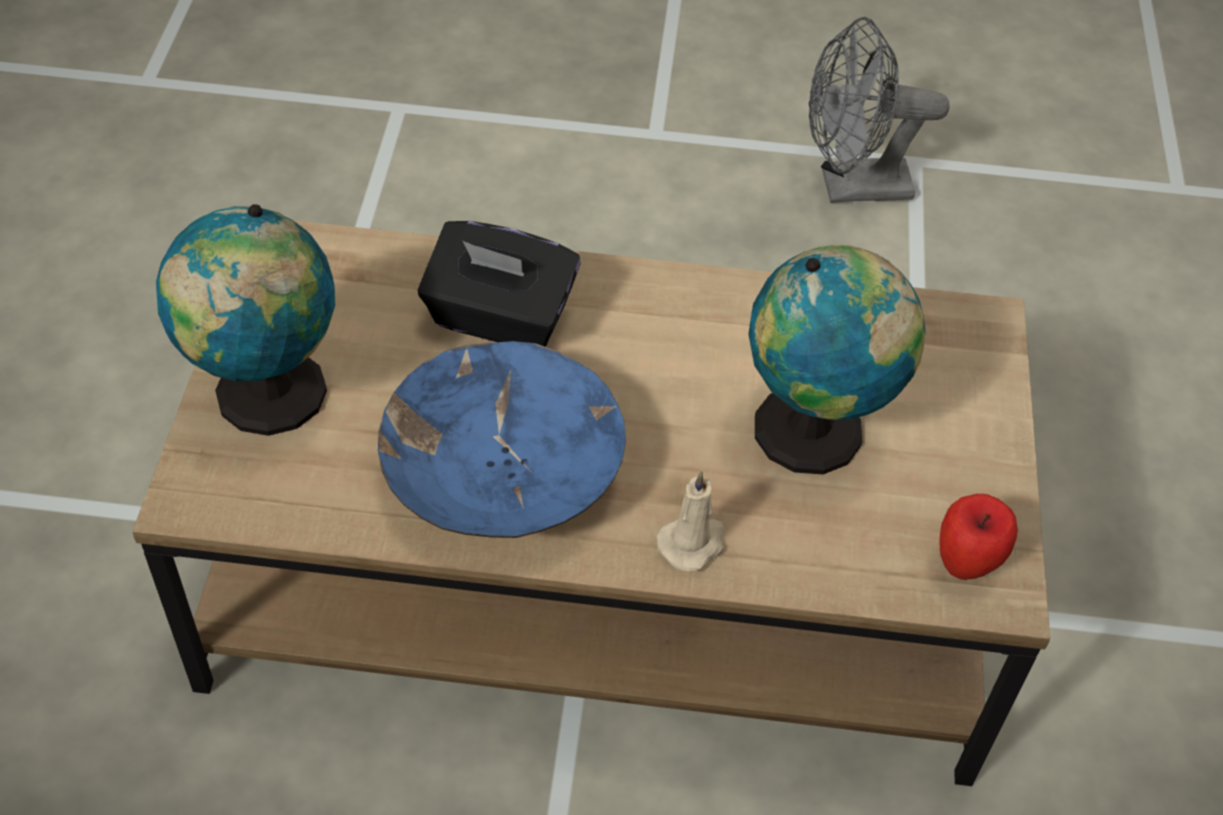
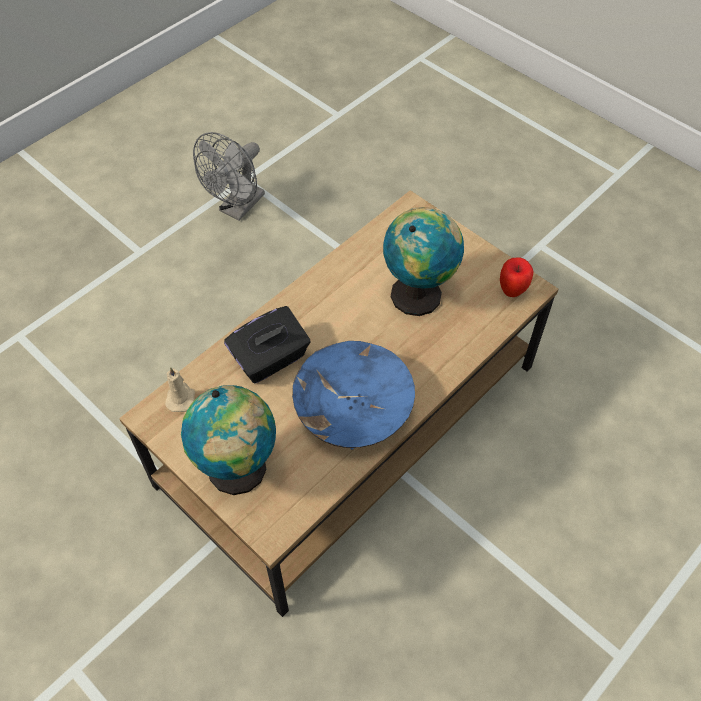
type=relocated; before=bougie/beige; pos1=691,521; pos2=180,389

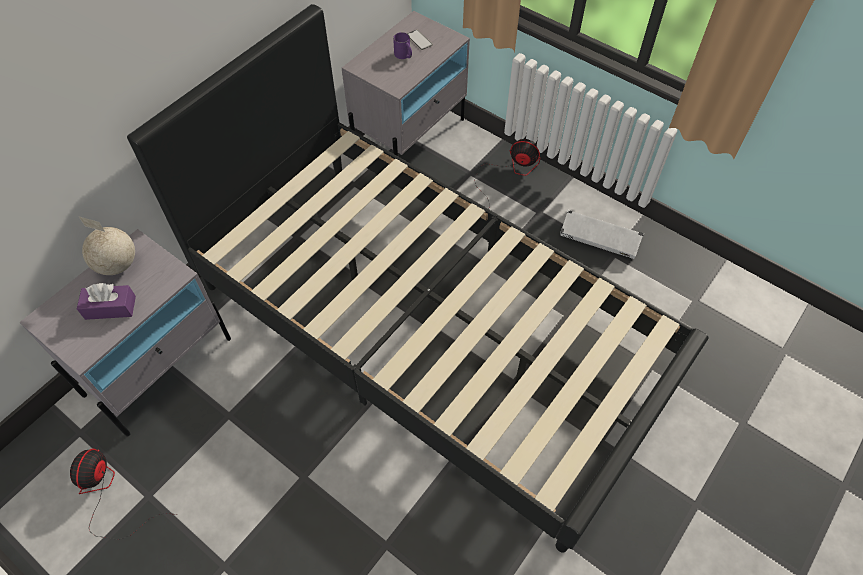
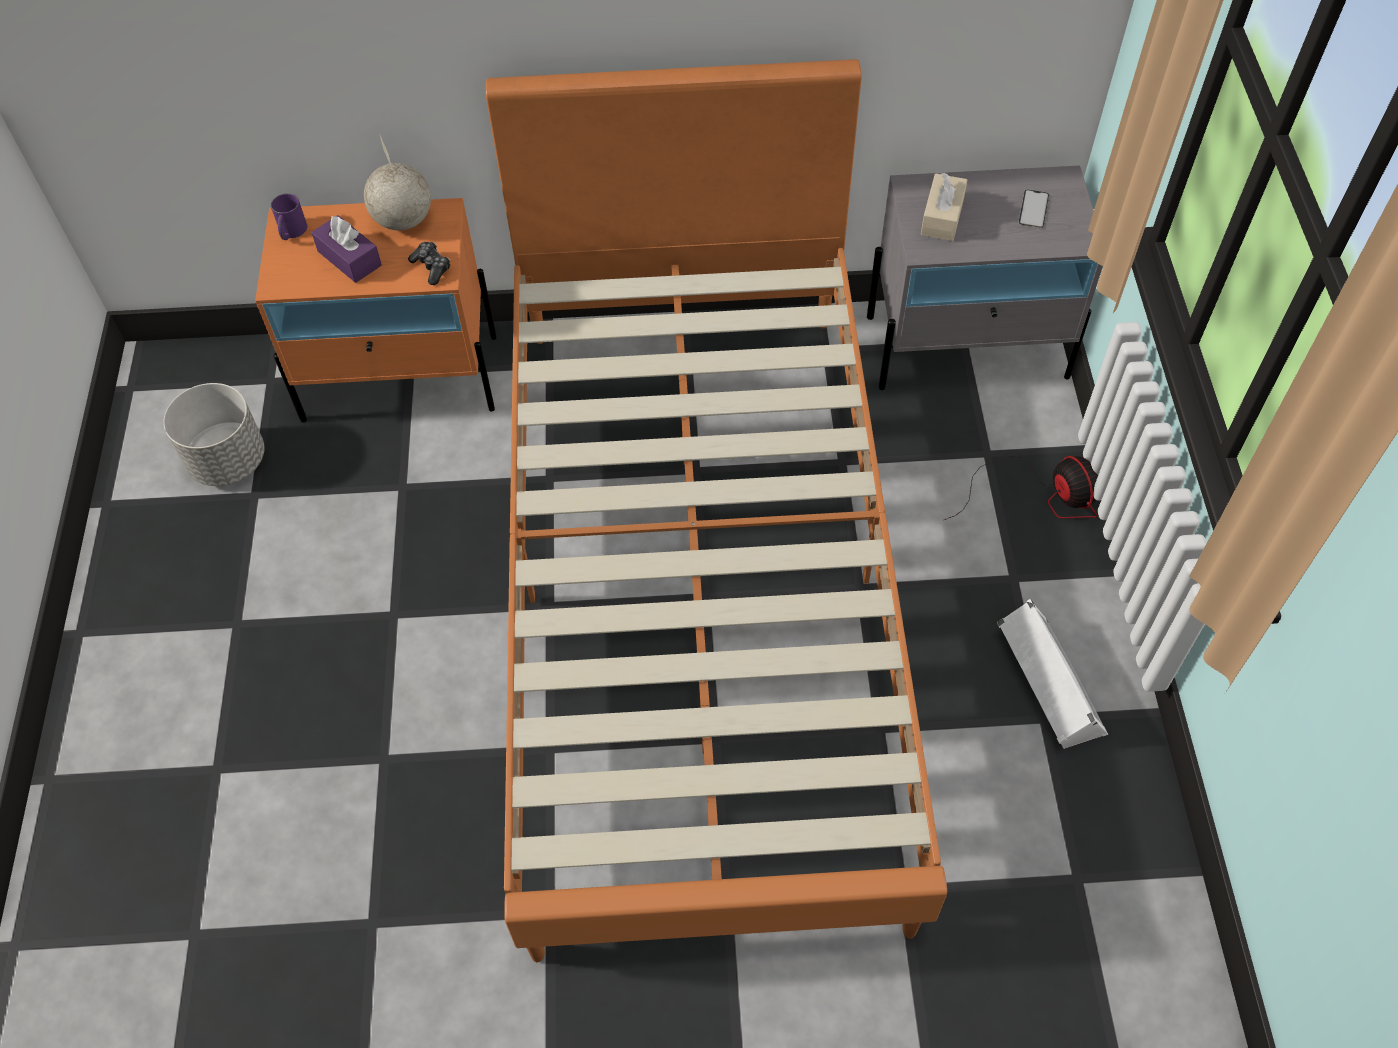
type=colour; before=table de chevet/gris; after=table de chevet/orange; pos1=125,333; pos2=376,310
type=exchanged; before=ventilateur; after=cache-pot/gris; pos1=124,494; pos2=214,434
type=colour; before=lit/noir; after=lit/orange; pos1=418,278; pos2=716,510
type=relocated; before=mug/violet; pos1=402,45; pos2=289,217
type=appeared; after=manette; pos2=429,263
type=appeared; after=boîte à mouchoirs/beige; pos2=944,207

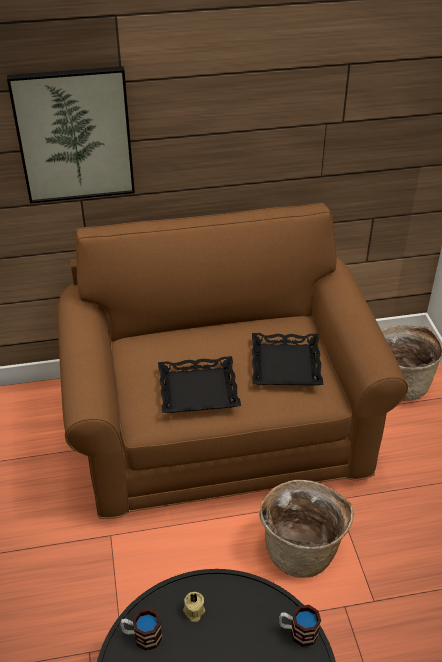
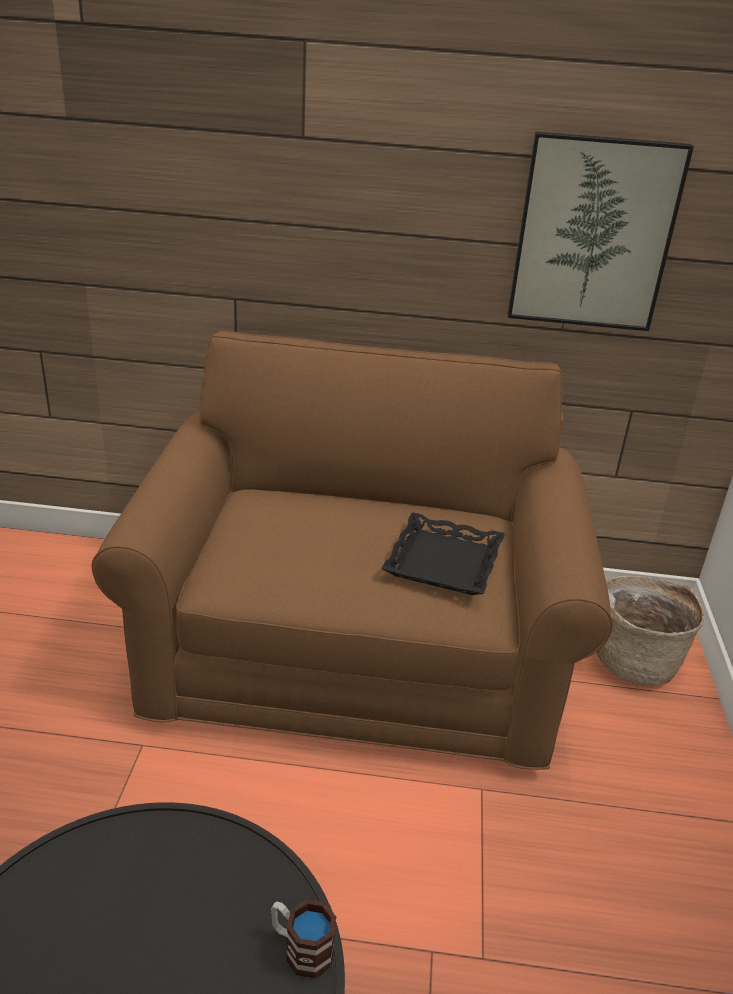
type=relocated; before=tableau; pos1=71,134; pos2=601,231
type=missing; before=mug; pos1=141,629
type=missing; before=plateau/noir; pos1=199,384
type=missing; before=bougie/beige; pos1=194,607
type=missing; before=panier; pos1=306,529

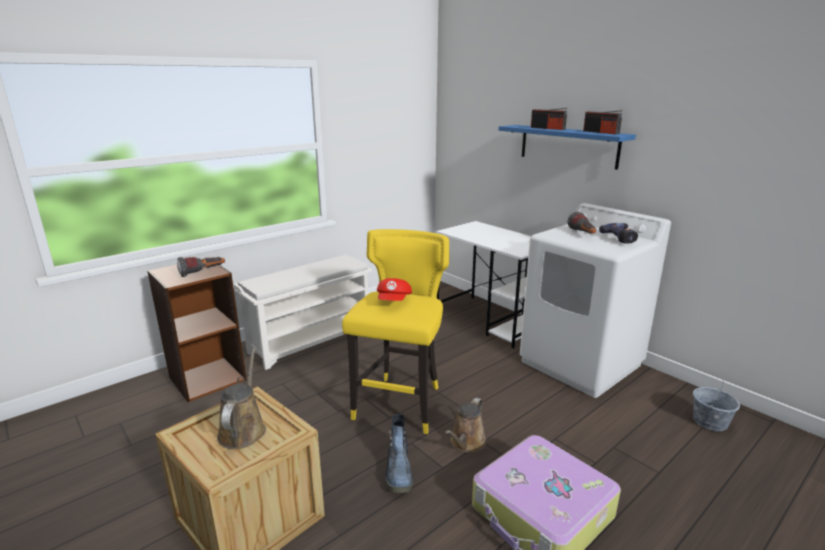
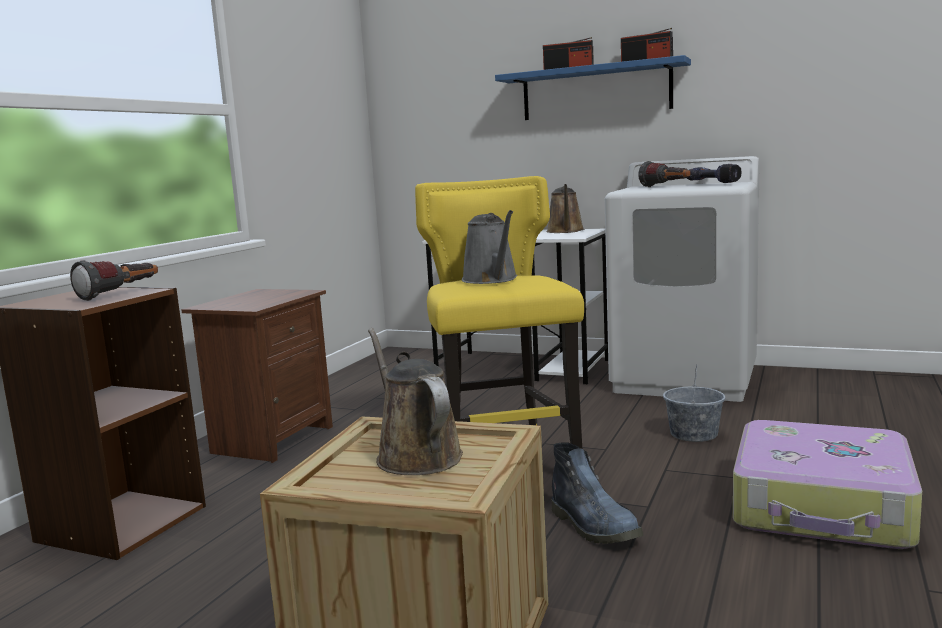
type=exchanged; before=étagère à chaussures/blanc; after=table de chevet/marron; pos1=303,312; pos2=257,376
type=exchanged; before=casquette/rouge; after=arrosoir/gris; pos1=394,289; pos2=489,247
type=relocated; before=arrosoir/marron; pos1=466,425; pos2=565,208
type=relocated; before=seau/gris; pos1=716,405; pos2=694,403

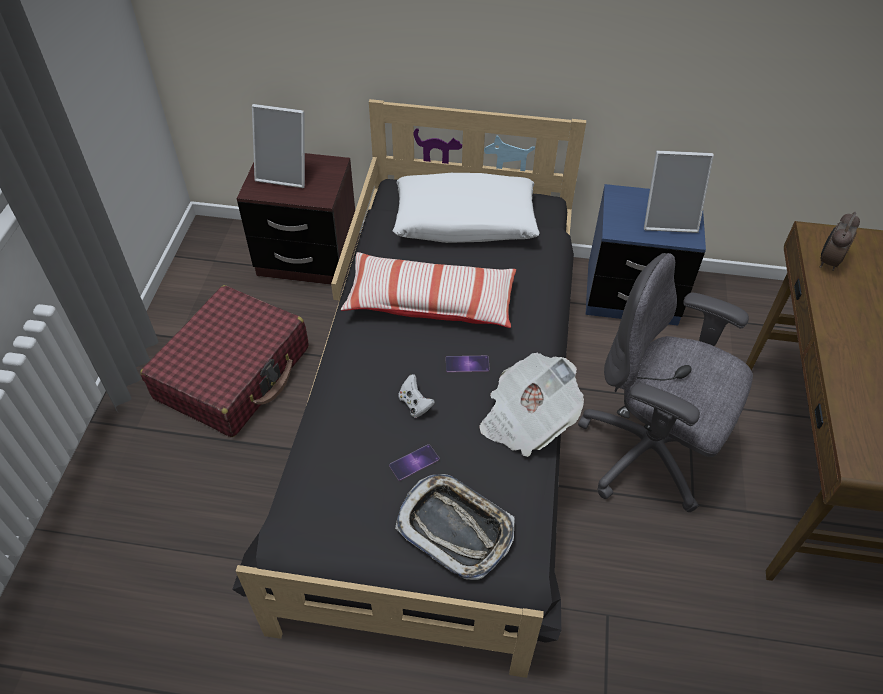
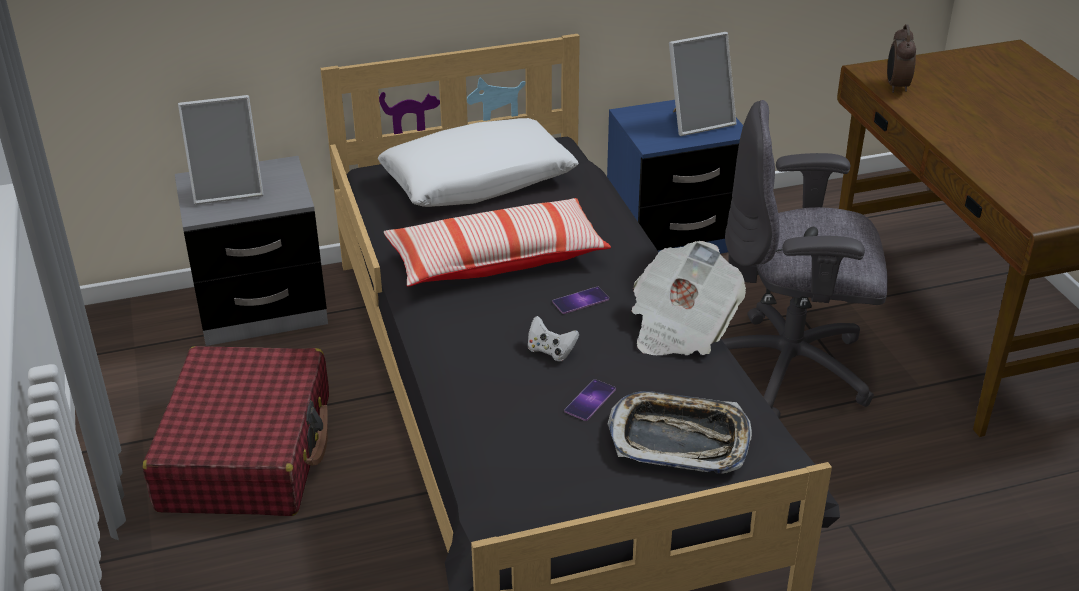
type=colour; before=table de chevet/marron; after=table de chevet/gris; pos1=297,219; pos2=251,251

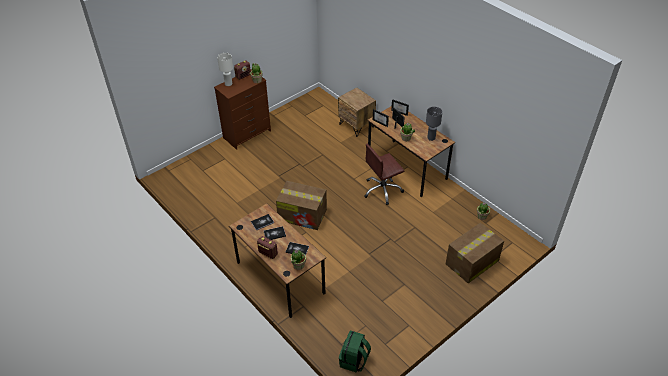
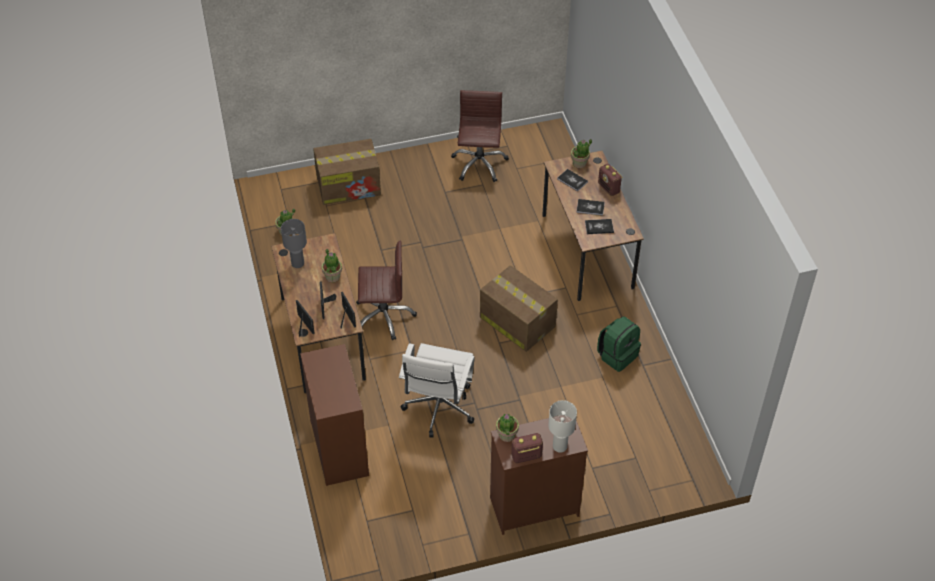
type=exchanged; before=table de chevet/marron; after=commode/marron; pos1=357,112; pos2=334,415
type=relocated; before=sac à dos/vert; pos1=355,352; pos2=619,344
type=appeared; after=chaise de bureau/blanc; pos2=437,390
type=appeared; after=chaise de bureau/marron; pos2=480,136

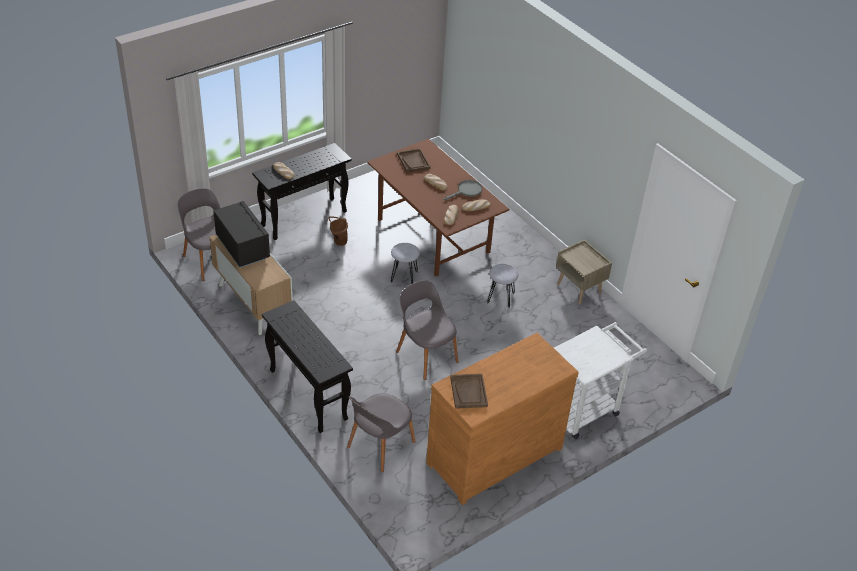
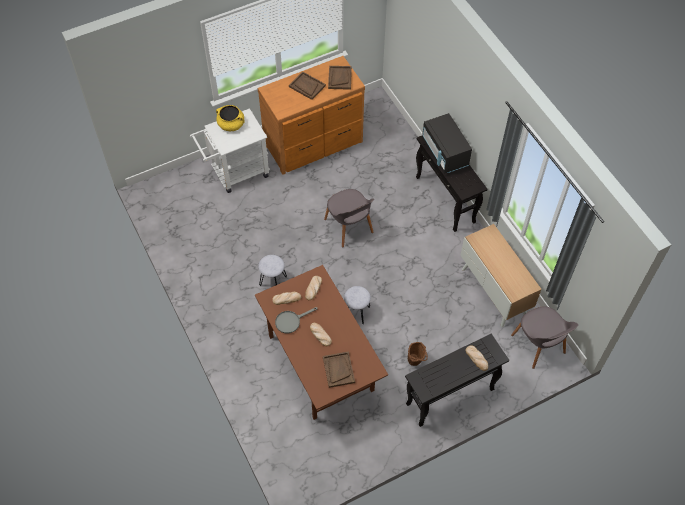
type=relocated; before=micro-ondes/noir; pos1=241,234; pos2=447,143
type=missing; before=chaise/gris; pos1=381,432
type=missing; before=table de chevet/beige; pos1=584,272
type=appeared; after=marmite/jaune; pos2=230,118
type=appeared; after=plateau/marron; pos2=307,85

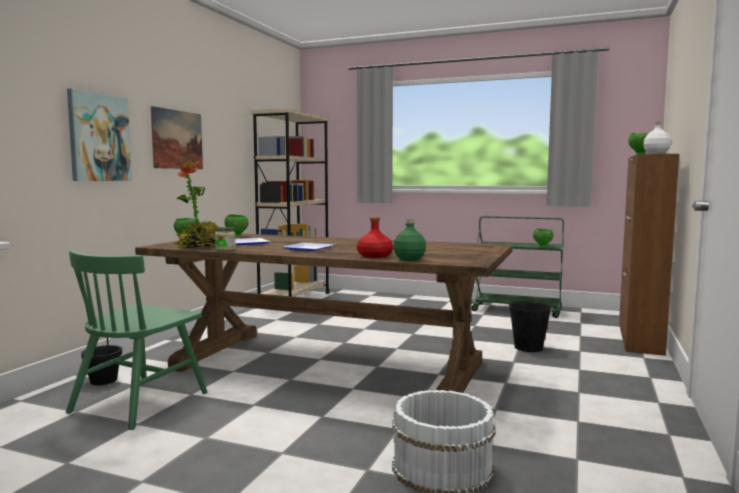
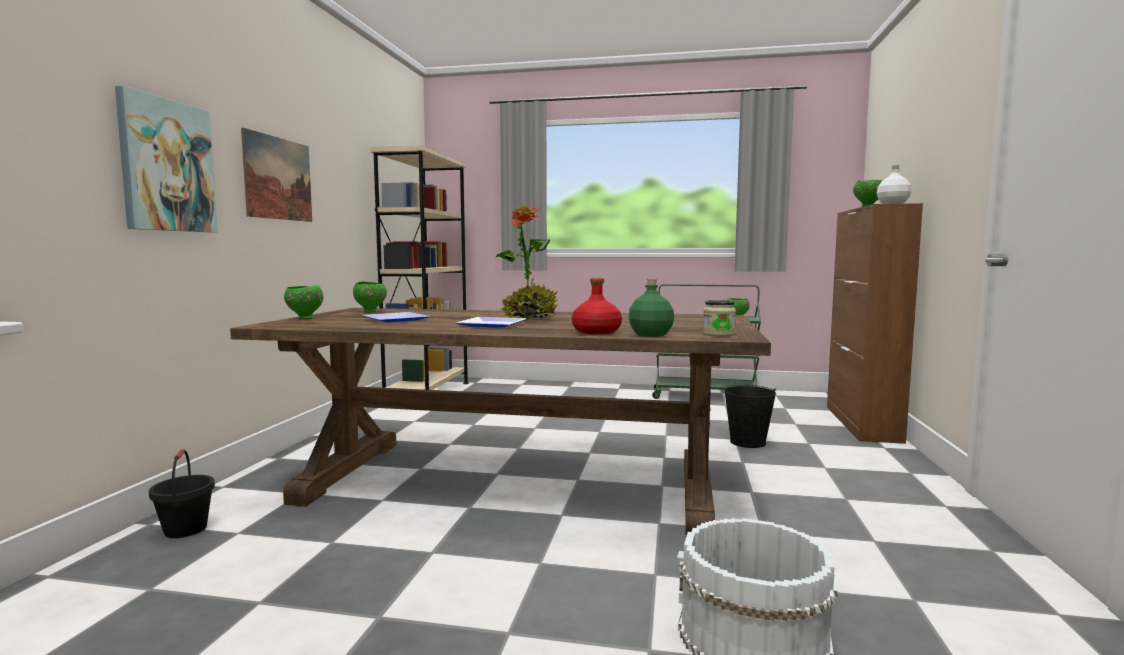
type=missing; before=chaise/vert; pos1=137,340
type=relocated; before=plante en pot; pos1=197,204; pos2=526,262
type=relocated; before=bocal; pos1=225,239; pos2=719,318

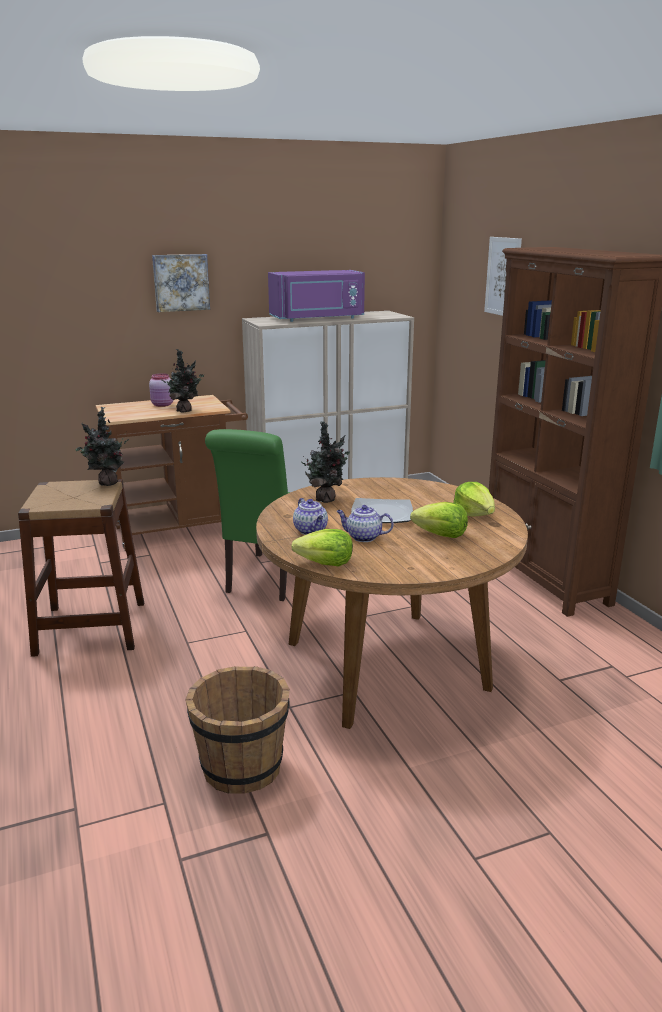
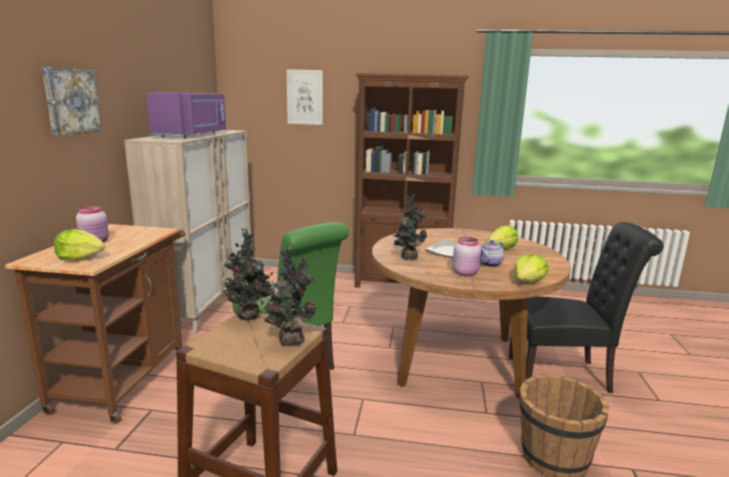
type=relocated; before=plante en pot; pos1=182,380; pos2=289,296
type=exchanged; before=théière; after=bocal/rose; pos1=310,516; pos2=467,256
type=relocated; before=laitue; pos1=474,499; pos2=79,244
type=appeared; after=chaise/noir; pos2=586,307

